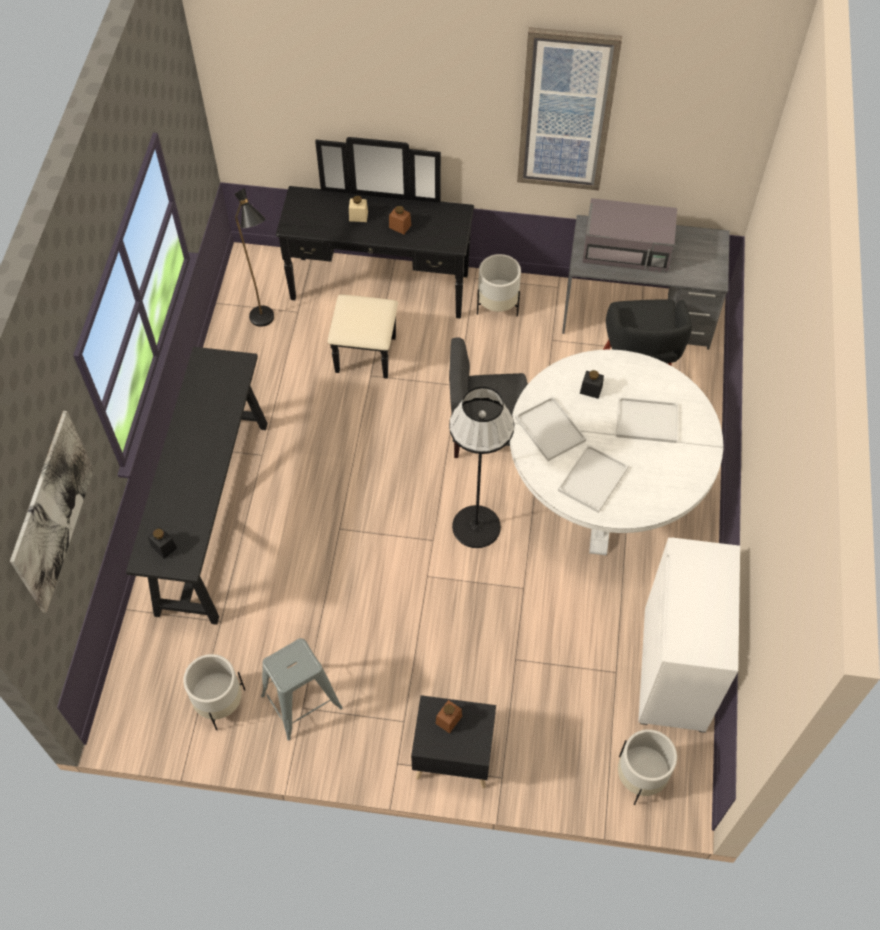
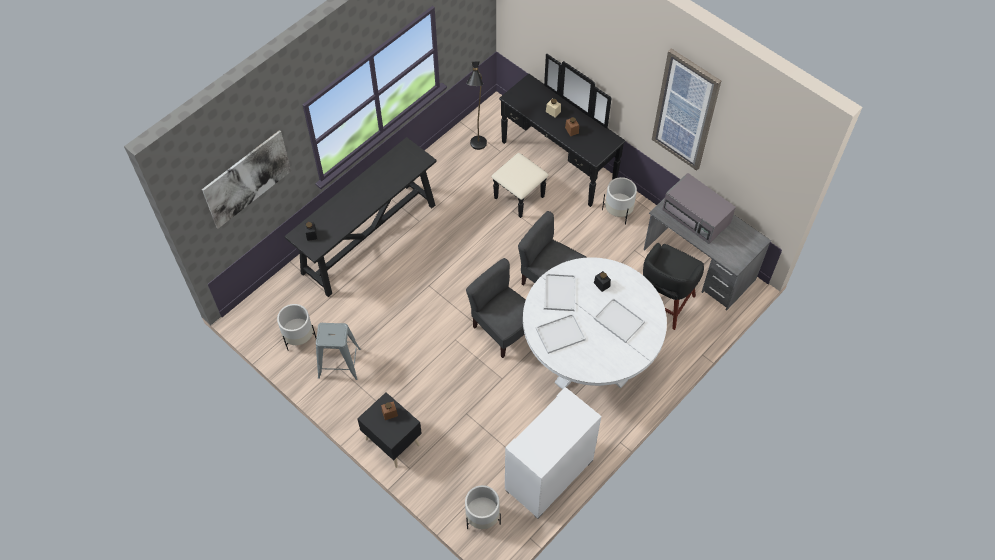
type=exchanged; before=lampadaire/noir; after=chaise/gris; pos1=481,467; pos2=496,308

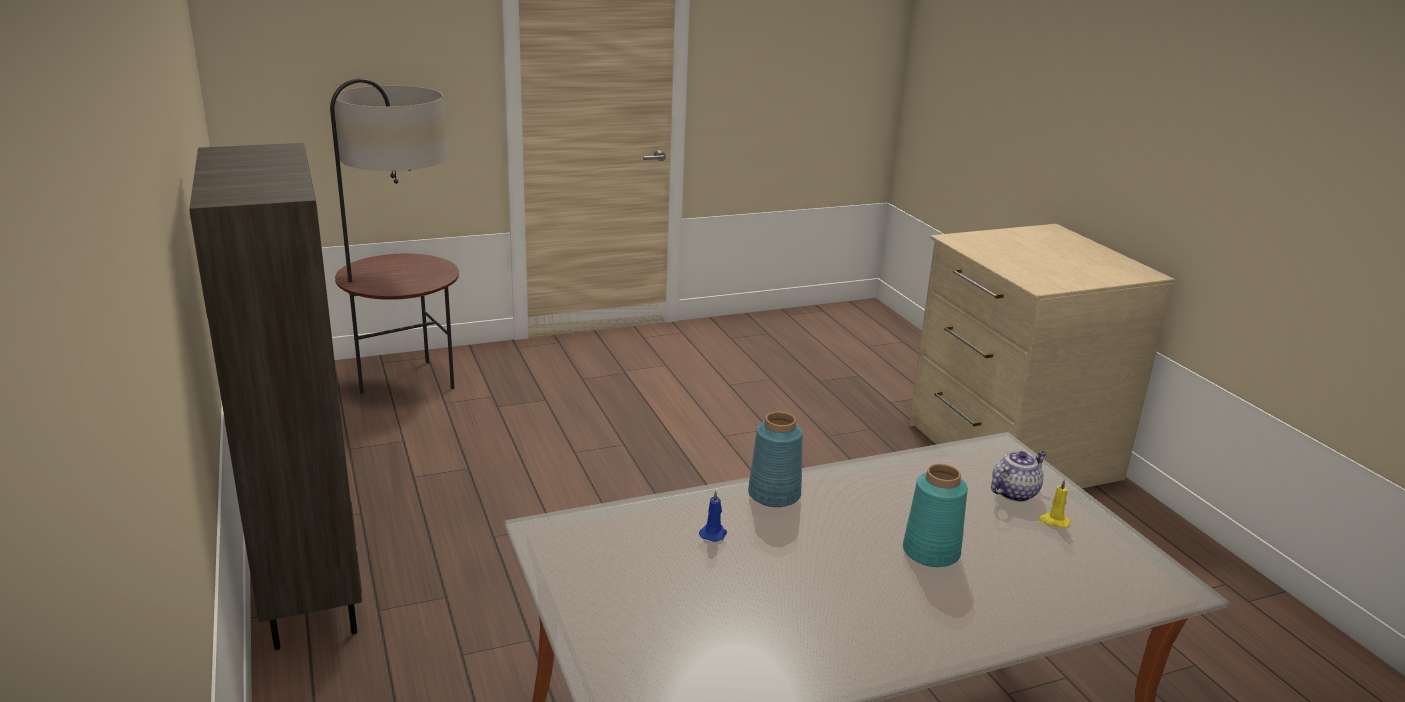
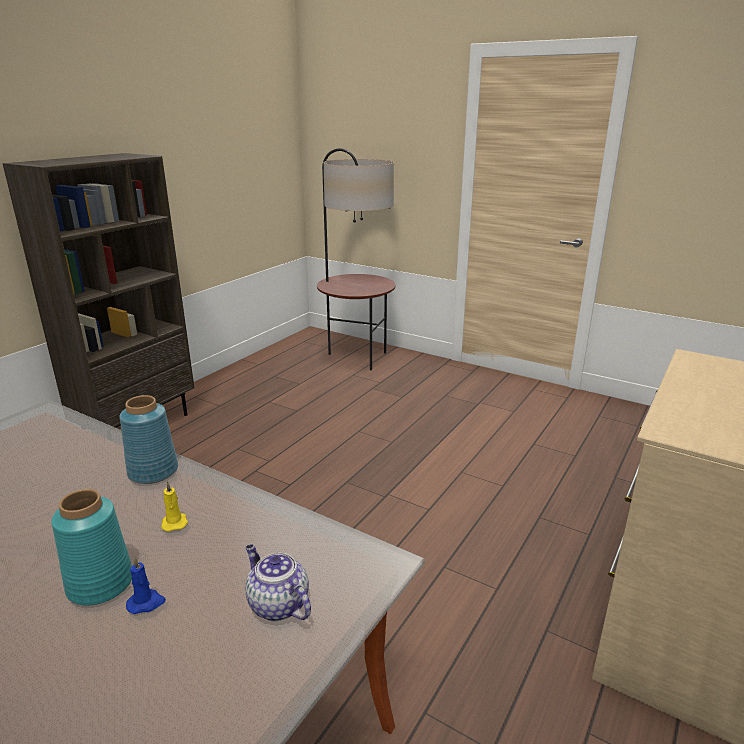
type=relocated; before=bougie/bleu; pos1=713,516; pos2=146,585
type=spun; before=théière; pos1=1019,476; pos2=278,583; turn=-150
type=relocated; before=bougie/jaune; pos1=1054,504; pos2=174,506

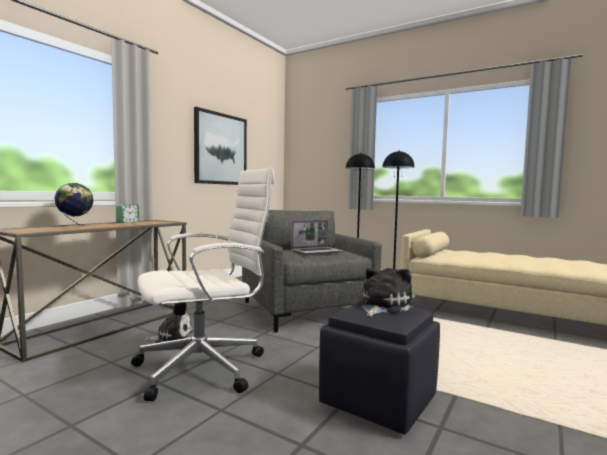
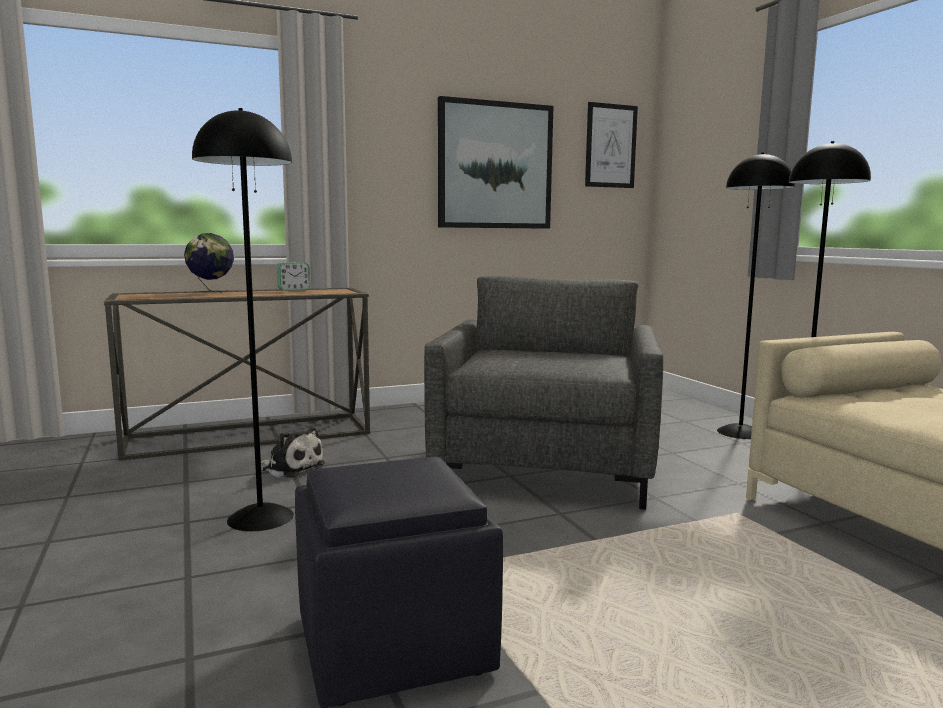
type=exchanged; before=chaise de bureau/blanc; after=lampadaire/noir; pos1=203,284; pos2=243,319
type=missing; before=ordinateur portable; pos1=317,237
type=missing; before=peluche; pos1=385,292
type=appeared; after=tableau; pos2=611,145

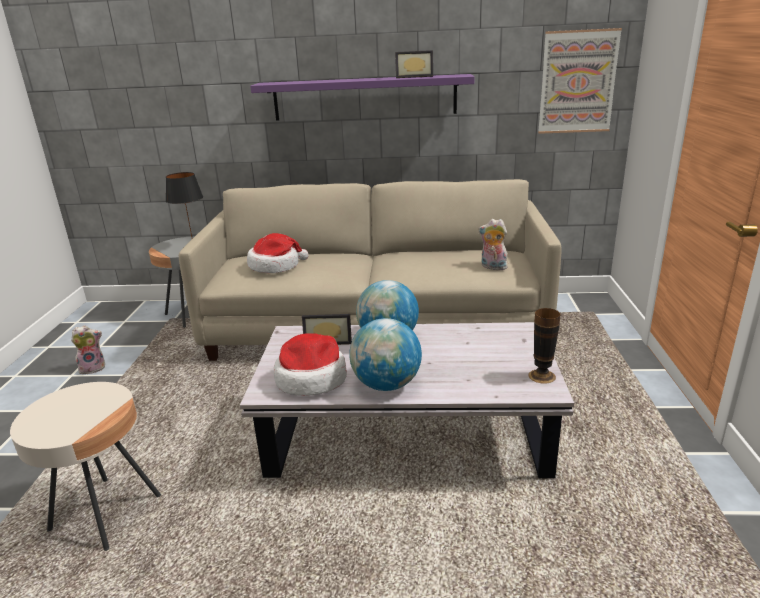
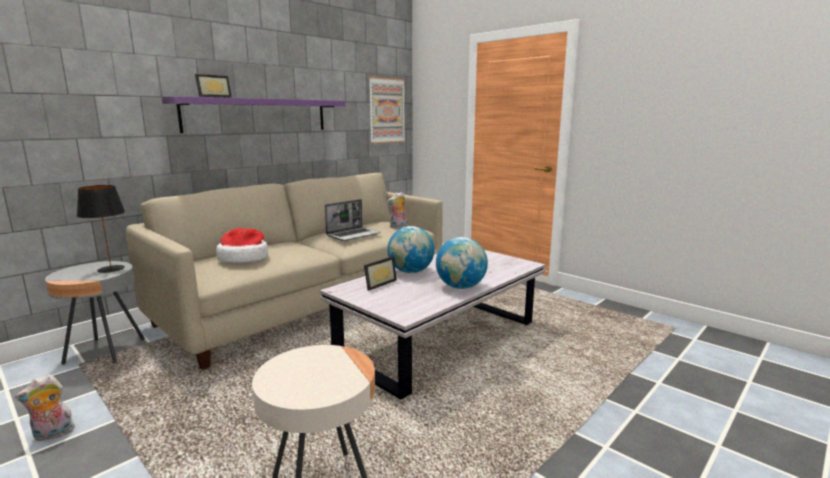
type=spun; before=peluche; pos1=88,349; pos2=45,408; turn=-135
type=missing; before=chapeau; pos1=310,364
type=relocated; before=cadre photo; pos1=414,64; pos2=213,86
type=missing; before=vase; pos1=544,346
type=appeared; after=ordinateur portable; pos2=352,220

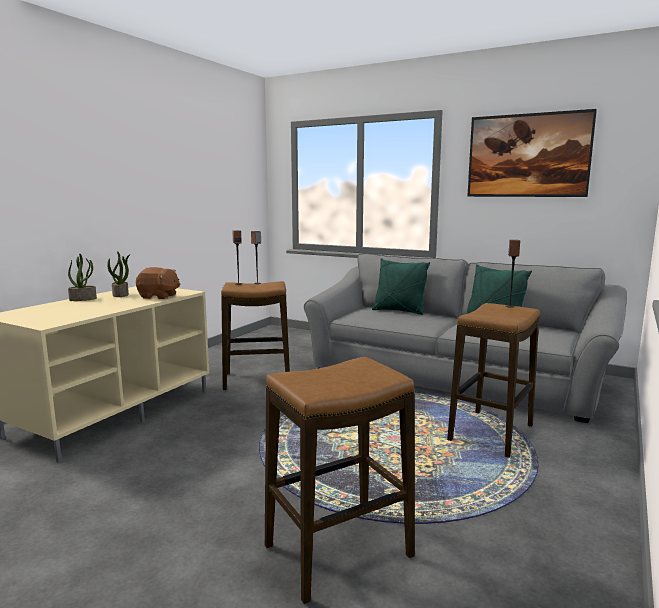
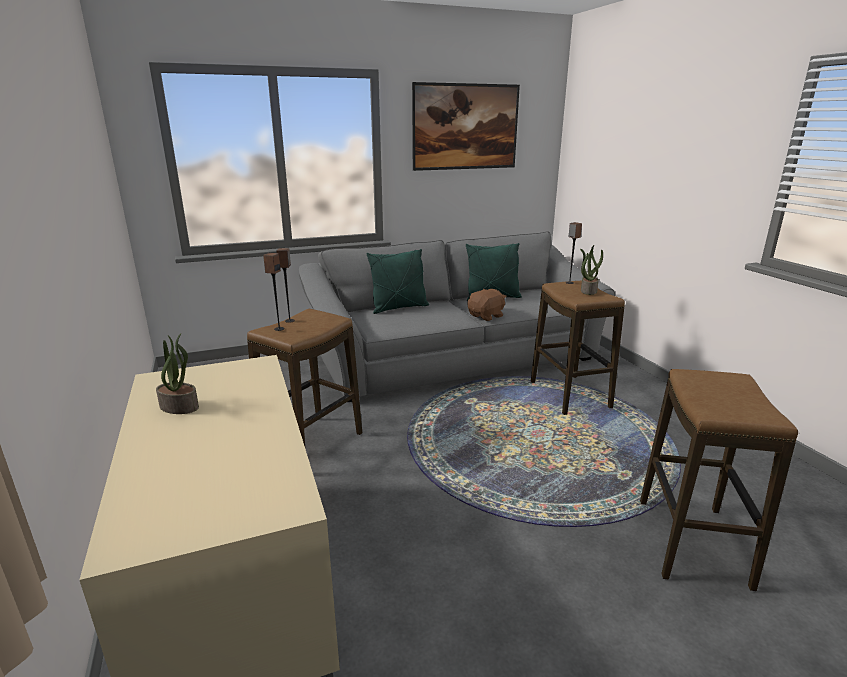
type=relocated; before=plante en pot; pos1=82,277; pos2=591,270
type=relocated; before=peluche/marron; pos1=158,283; pos2=487,305

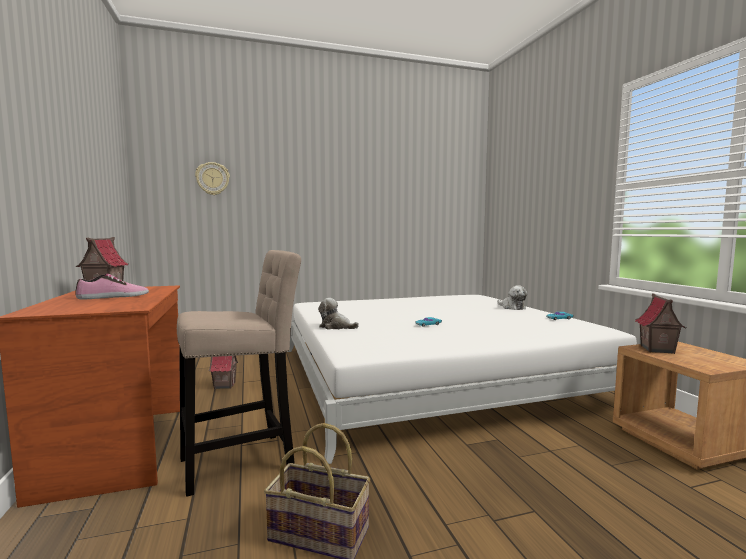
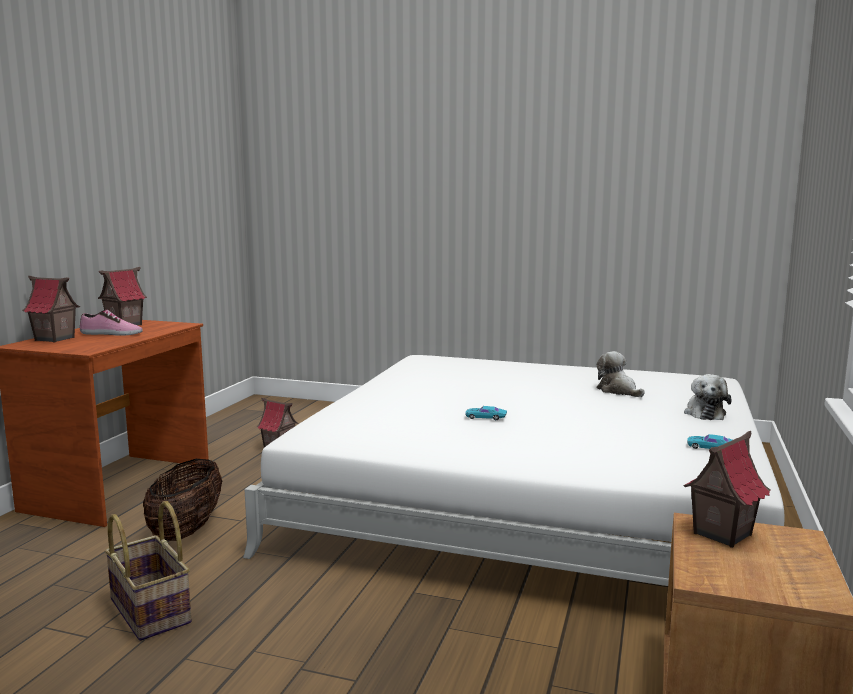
type=exchanged; before=tabouret/beige; after=panier; pos1=239,373; pos2=182,500
type=missing; before=horloge murale; pos1=212,178
type=relocated; before=peluche; pos1=338,313; pos2=621,374
type=appeared; after=maison miniature; pos2=51,309

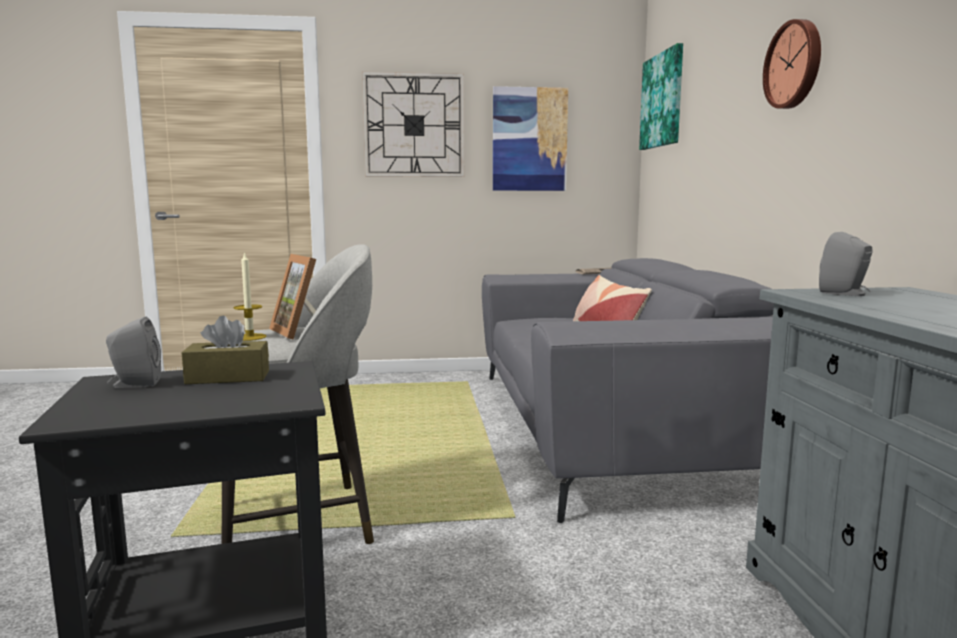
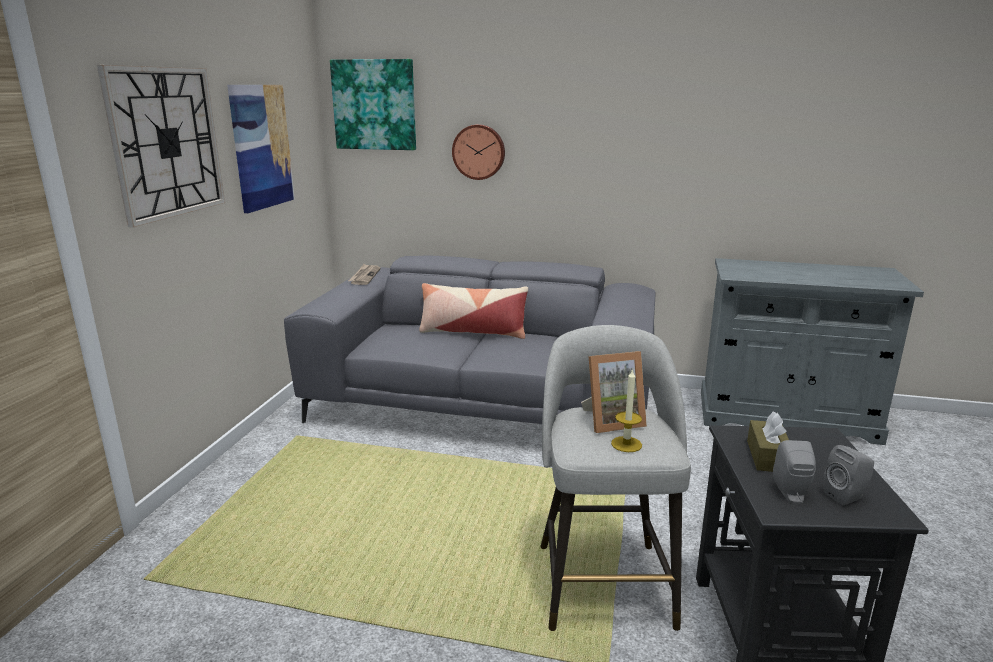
type=relocated; before=horloge murale; pos1=792,64; pos2=478,152
type=relocated; before=enceinte/gris; pos1=846,264; pos2=848,475

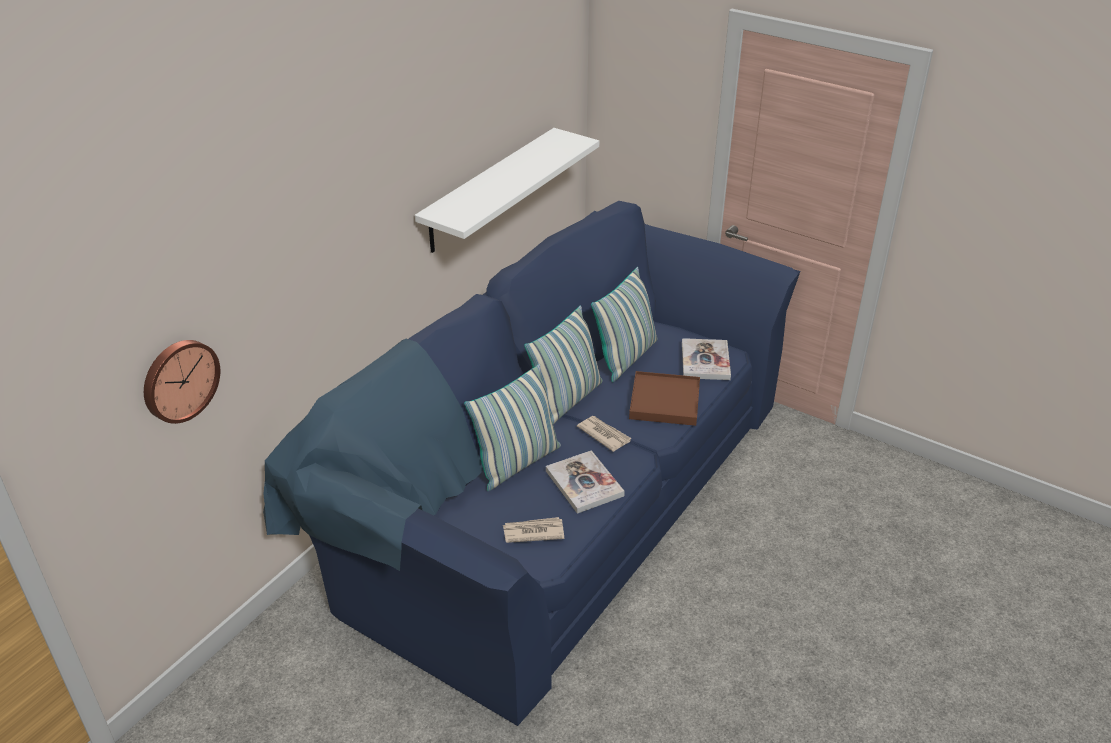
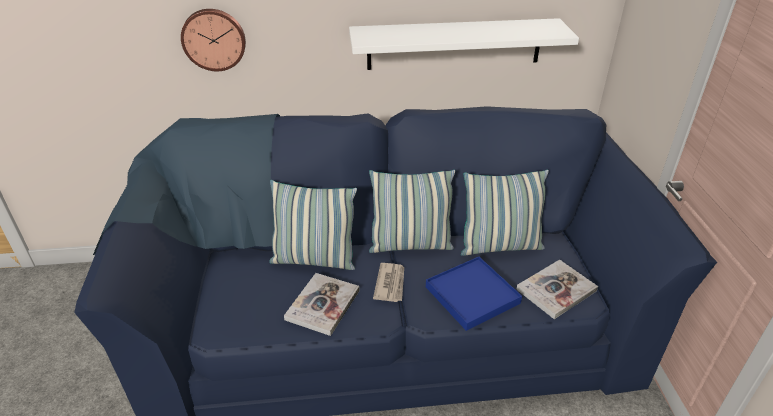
type=relocated; before=horloge murale; pos1=182,382; pos2=213,40
type=missing; before=journal; pos1=533,530
type=colour; before=plateau/marron; after=plateau/bleu; pos1=664,398; pos2=474,294

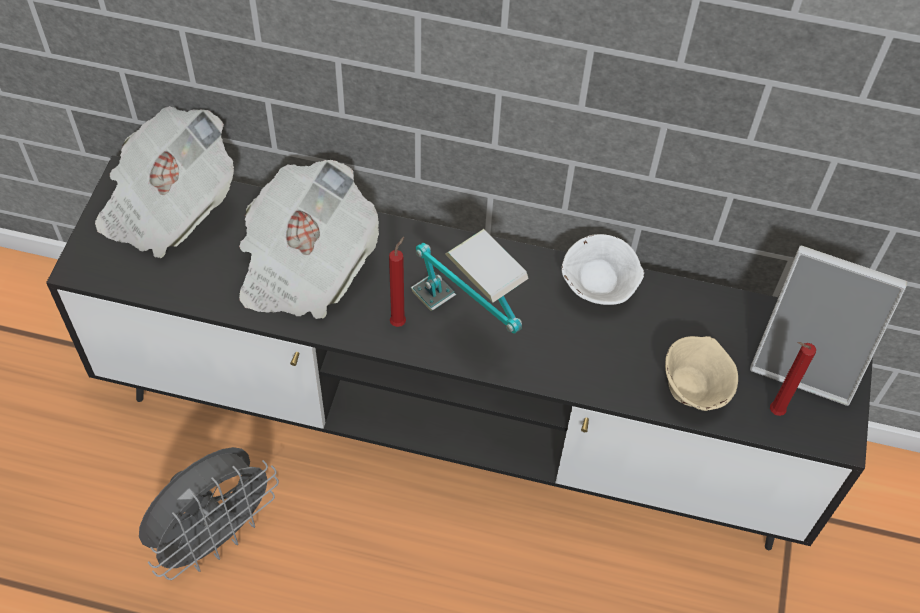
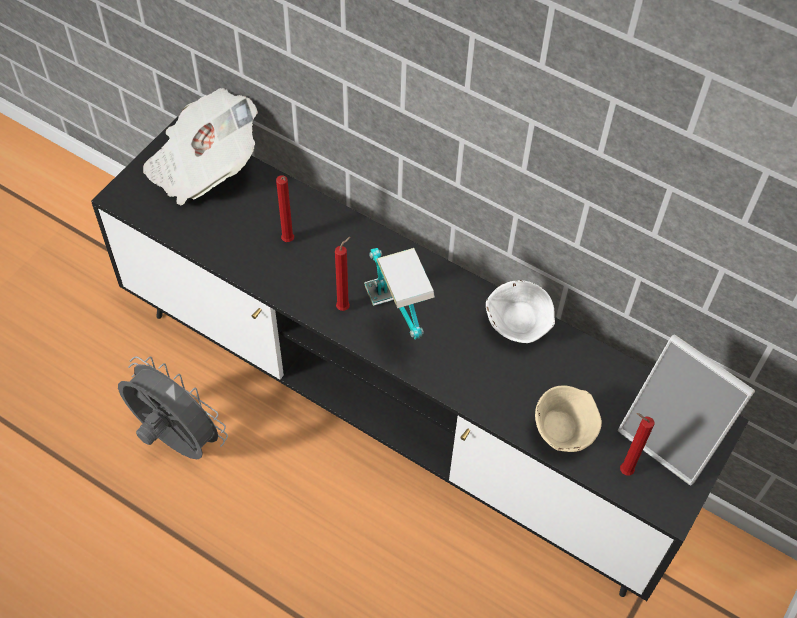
type=spun; before=ventilateur/gris; pos1=209,513; pos2=173,408; turn=-120
type=exchanged; before=journal; after=bougie/rouge; pos1=309,239; pos2=285,208

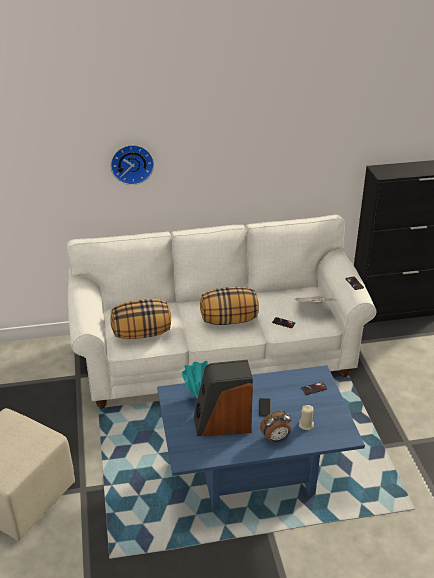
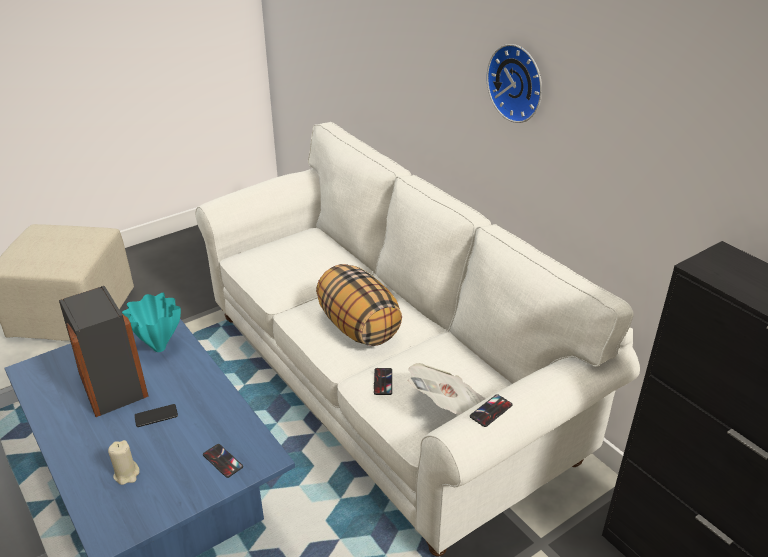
type=relocated; before=horloge murale; pos1=132,165; pos2=514,83
type=missing; before=coussin; pos1=140,319
type=missing; before=réveil; pos1=275,426

